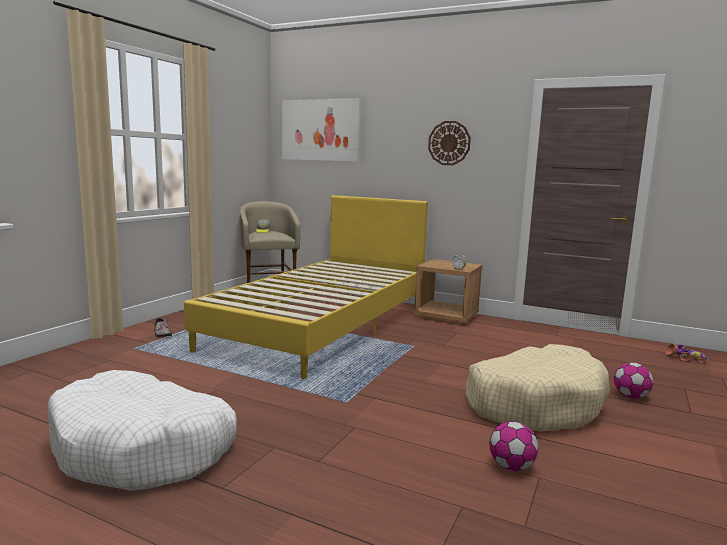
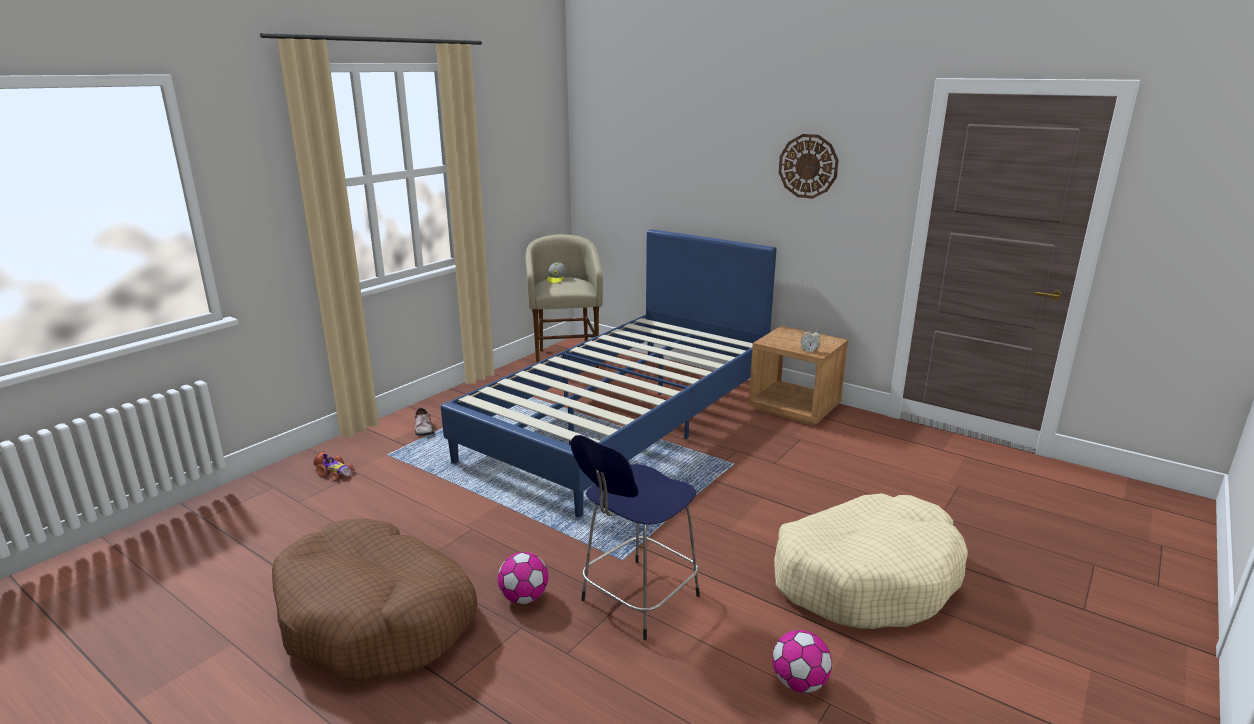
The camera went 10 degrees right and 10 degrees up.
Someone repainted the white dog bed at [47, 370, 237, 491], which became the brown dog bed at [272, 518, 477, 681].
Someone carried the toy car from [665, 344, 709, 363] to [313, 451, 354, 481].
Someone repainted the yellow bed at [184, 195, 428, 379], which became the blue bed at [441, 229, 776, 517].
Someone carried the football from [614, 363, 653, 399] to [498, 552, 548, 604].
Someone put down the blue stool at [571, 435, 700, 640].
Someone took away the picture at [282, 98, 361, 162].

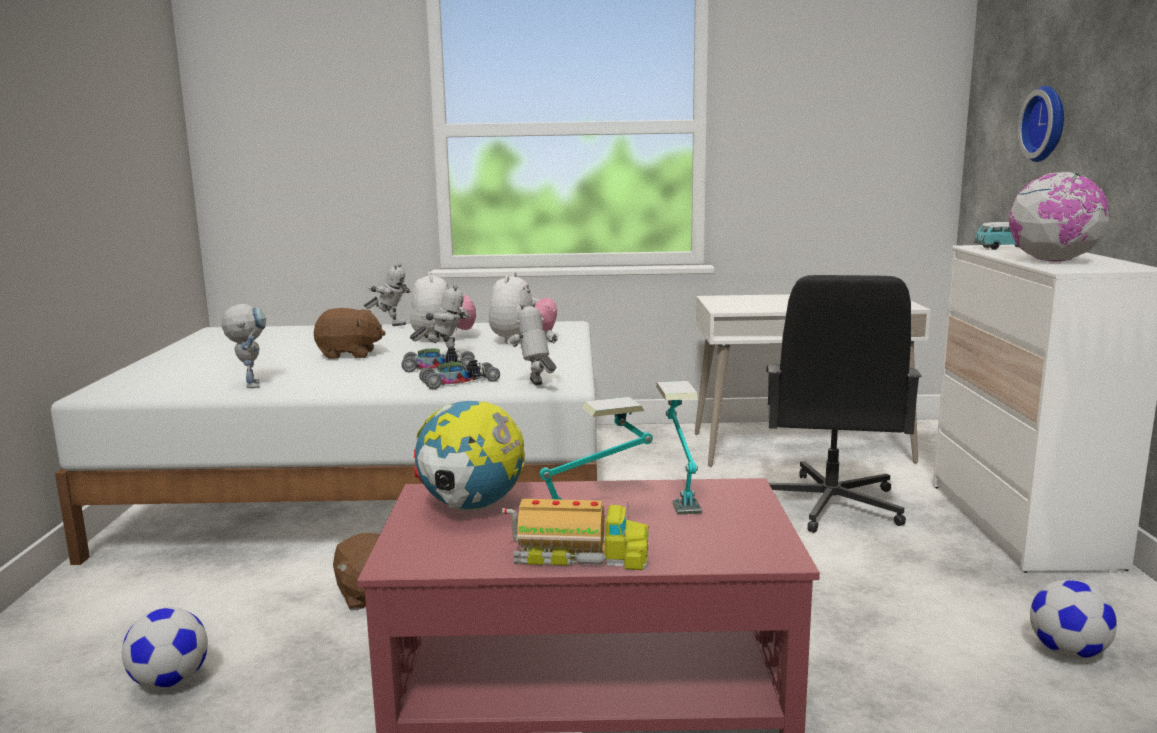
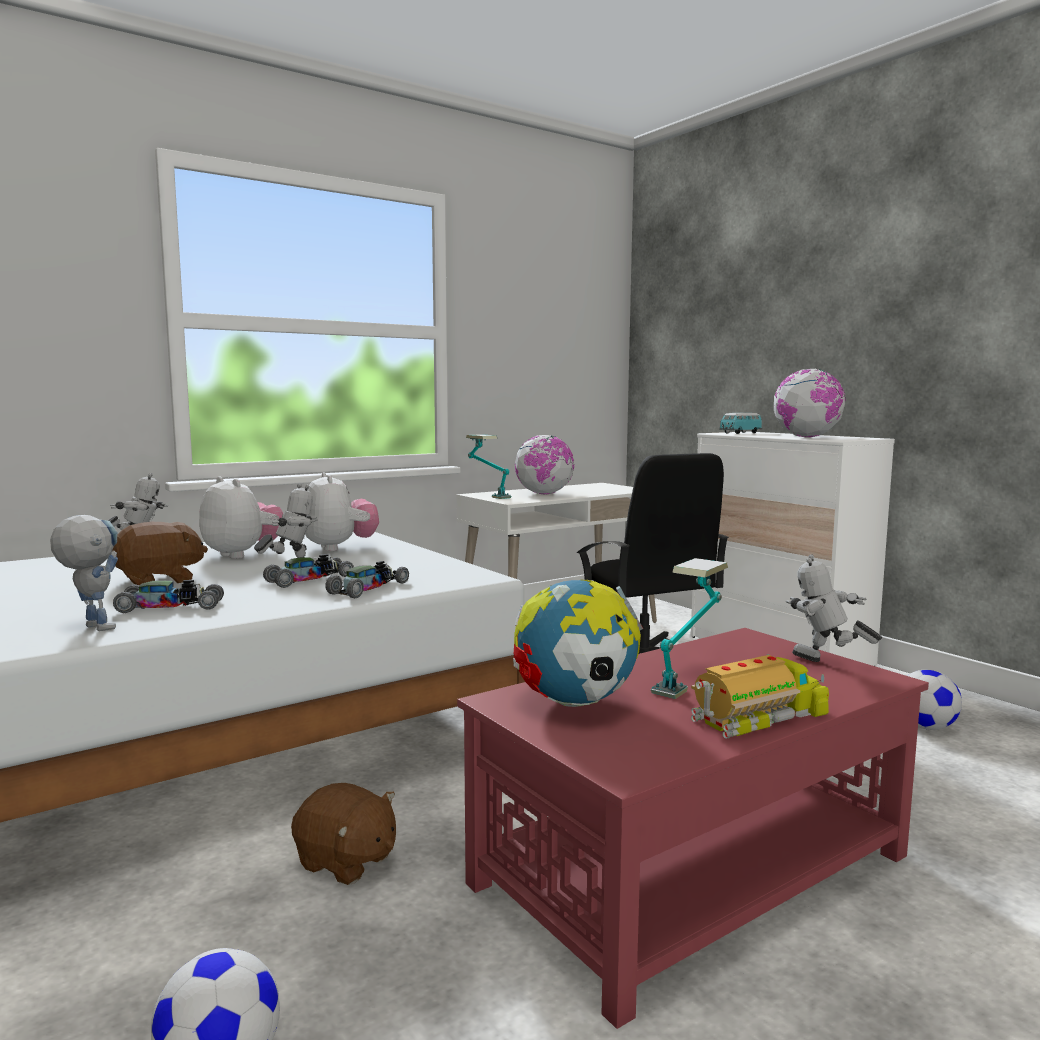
The camera went 35 degrees left and 5 degrees down.
Someone put down the toy car at [113, 580, 224, 613].
Someone carried the table lamp from [656, 381, 702, 515] to [466, 434, 511, 499].
Someone put down the globe at [515, 435, 574, 494].
Someone carried the toy robot from [507, 302, 558, 385] to [786, 554, 882, 662].
Someone took away the wall clock at [1018, 86, 1064, 162].

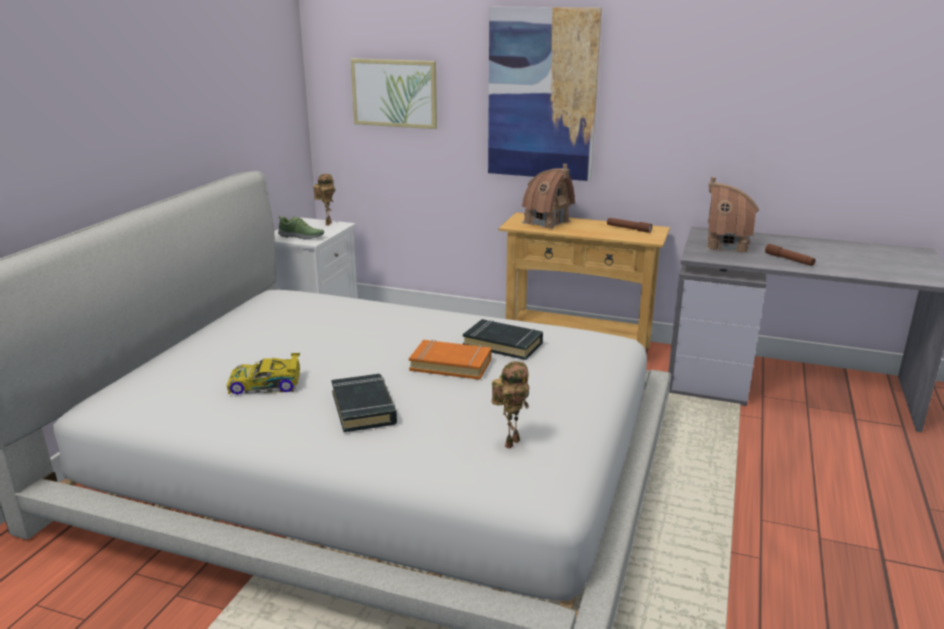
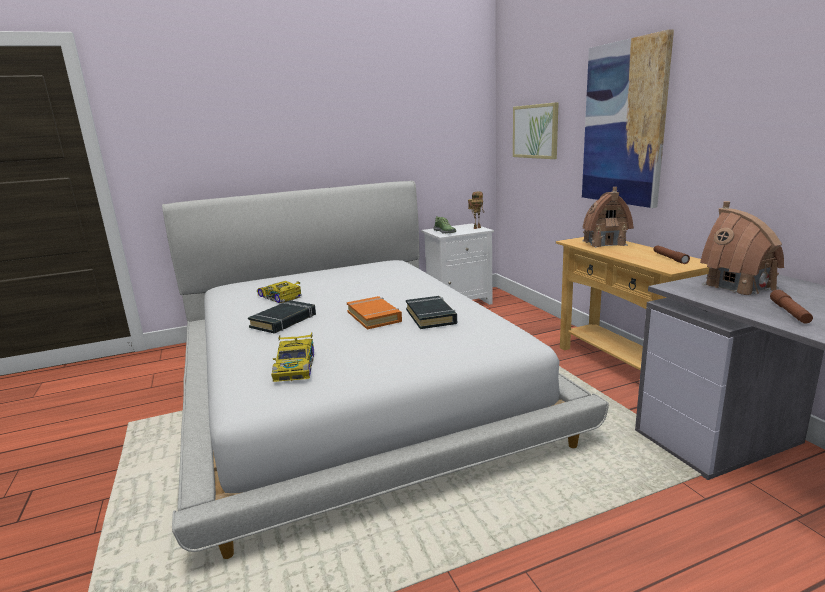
The camera went 50 degrees right and 5 degrees down.
Someone swapped the toy robot at [491, 361, 529, 449] for the toy car at [271, 332, 314, 382].

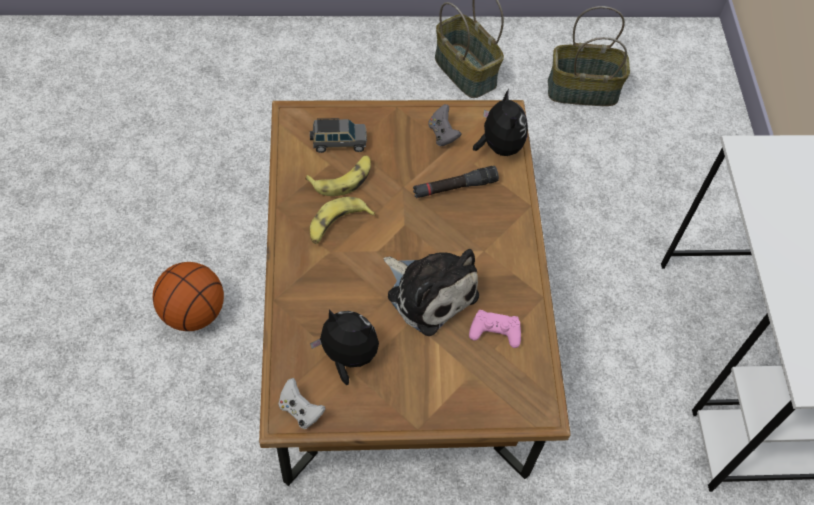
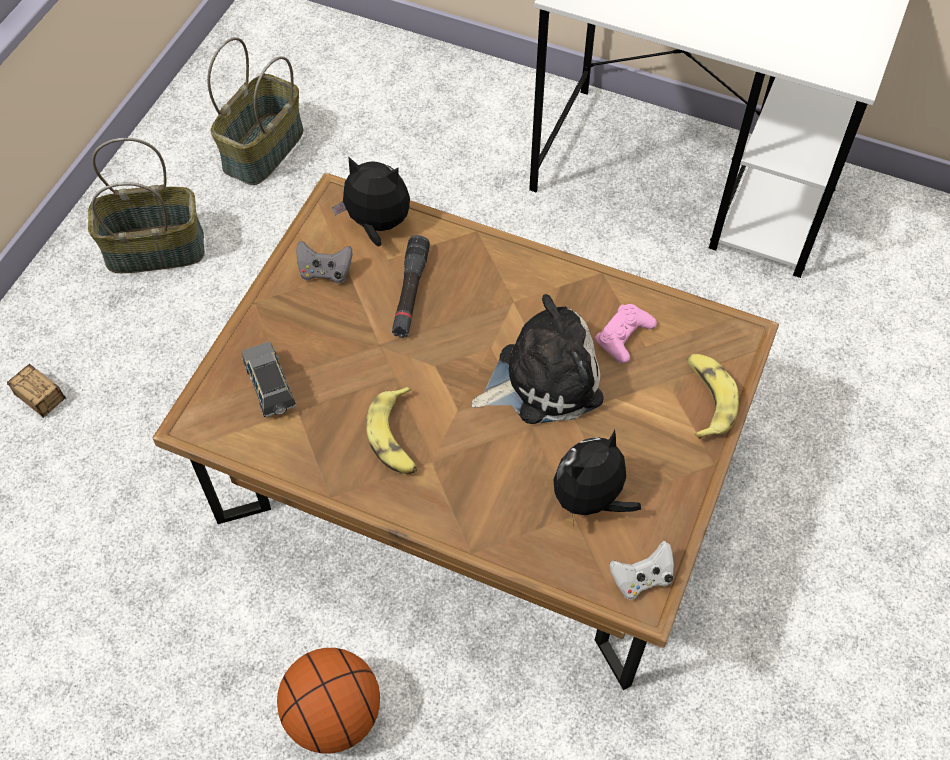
The camera went 60 degrees left and 0 degrees up.
Someone put down the storage box at [7, 363, 83, 418].
Someone rotated the grey toy car at [310, 118, 367, 153] by 45 degrees counterclockwise.
Someone carried the banana from [305, 155, 371, 196] to [686, 354, 739, 439].

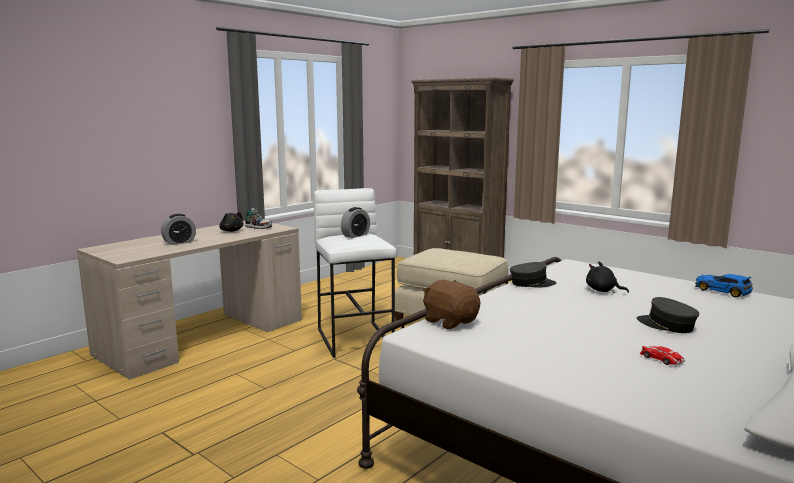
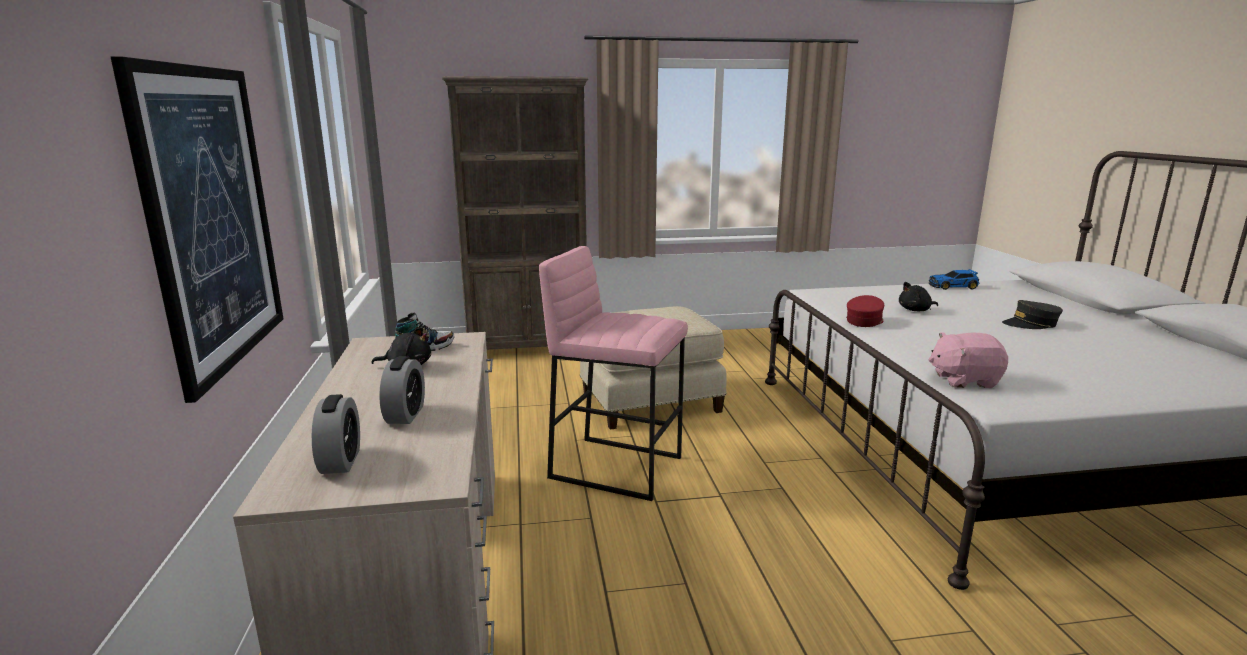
The camera went 50 degrees left and 5 degrees up.
Someone put up the picture at [111, 57, 283, 403].
Someone carried the alarm clock from [341, 207, 370, 238] to [312, 394, 360, 474].
Someone repainted the white stool at [314, 188, 397, 358], which became the pink stool at [539, 246, 688, 501].
Someone repainted the grey cap at [510, 262, 556, 288], which became the red cap at [846, 295, 884, 327].
Someone repainted the brown plush toy at [422, 280, 480, 329], which became the pink plush toy at [929, 332, 1008, 388].
Someone took away the toy car at [640, 346, 685, 366].

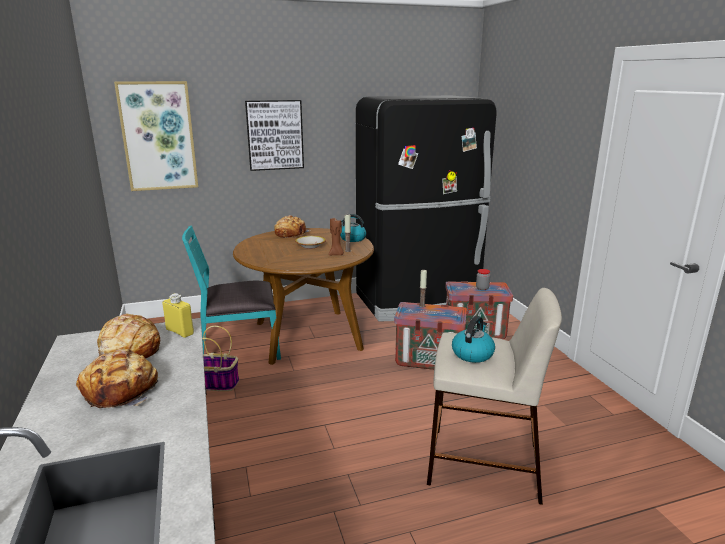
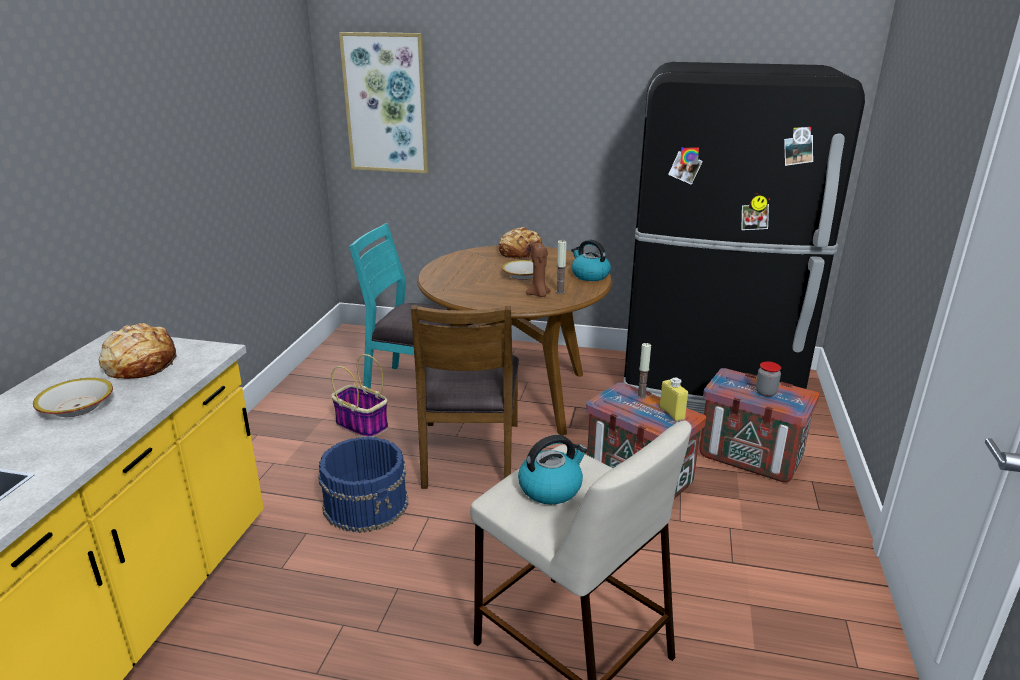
The camera went 30 degrees right and 5 degrees up.
Someone swapped the bread at [76, 349, 159, 408] for the bowl at [33, 378, 113, 417].
Someone put down the blue bucket at [318, 436, 408, 533].
Someone put down the brown chair at [411, 305, 519, 489].
Someone carried the yellow bottle from [162, 293, 194, 338] to [660, 377, 688, 421].
Someone took away the picture at [245, 100, 304, 171].

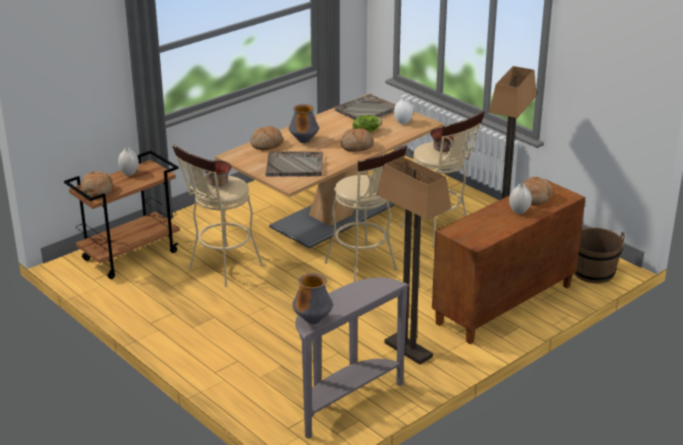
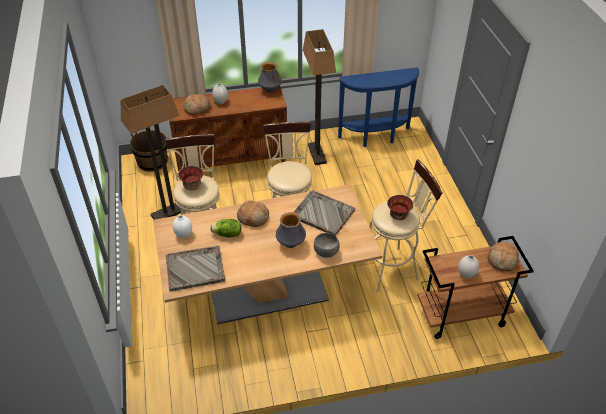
The camera went 150 degrees left and 15 degrees up.
Someone carried the vase from [292, 273, 333, 324] to [258, 62, 282, 93].
Someone swapped the bread at [251, 126, 284, 151] for the grey bowl at [314, 233, 340, 258].
Someone repainted the grey console table at [295, 277, 409, 439], which became the blue console table at [338, 68, 419, 147].

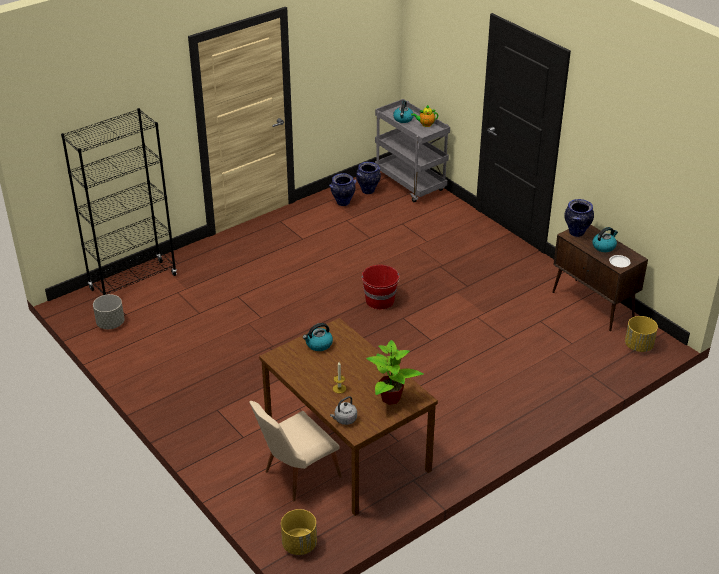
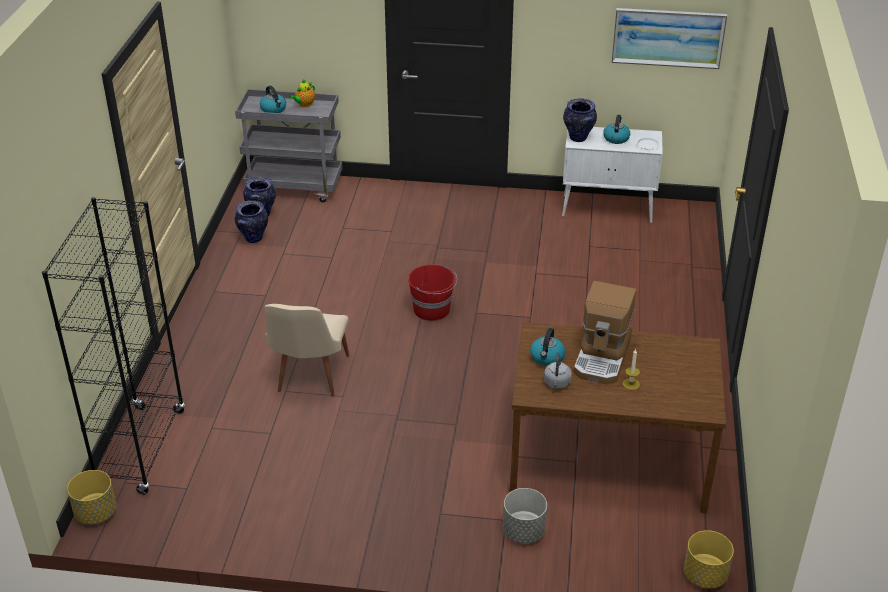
The camera went 45 degrees left and 0 degrees up.
Someone carried the yellow planter from [625, 316, 658, 352] to [67, 470, 116, 524].
Someone carried the beige chair from [250, 401, 342, 502] to [265, 304, 349, 397].
Someone carried the grey planter from [93, 294, 124, 329] to [503, 488, 547, 543].
Someone carried the grey kettle from [330, 396, 357, 425] to [544, 353, 572, 389].
Someone repainted the brown cabinet at [552, 225, 648, 331], which became the white cabinet at [562, 127, 663, 223].
Someone put down the coffee machine at [573, 281, 636, 384].
Someone put up the picture at [611, 8, 727, 69].
Someone took away the potted plant at [366, 340, 423, 405].

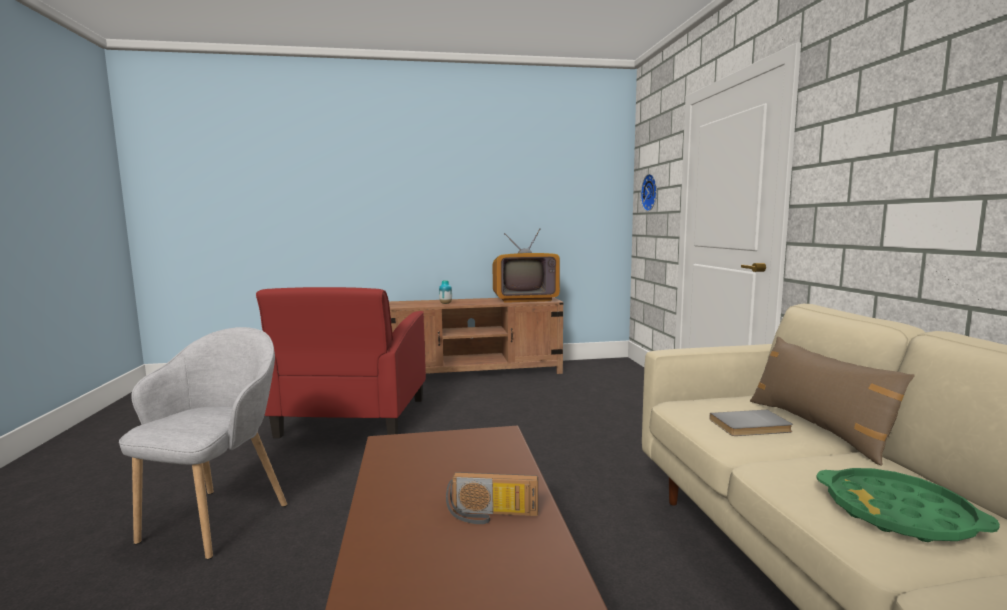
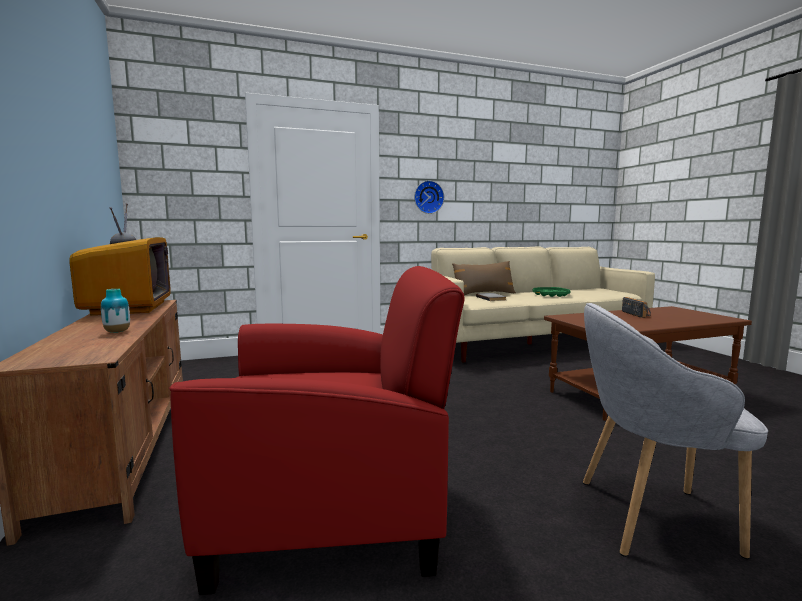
The camera went 100 degrees left and 0 degrees up.
Someone carried the wall clock from [641, 174, 657, 211] to [414, 181, 444, 214].

